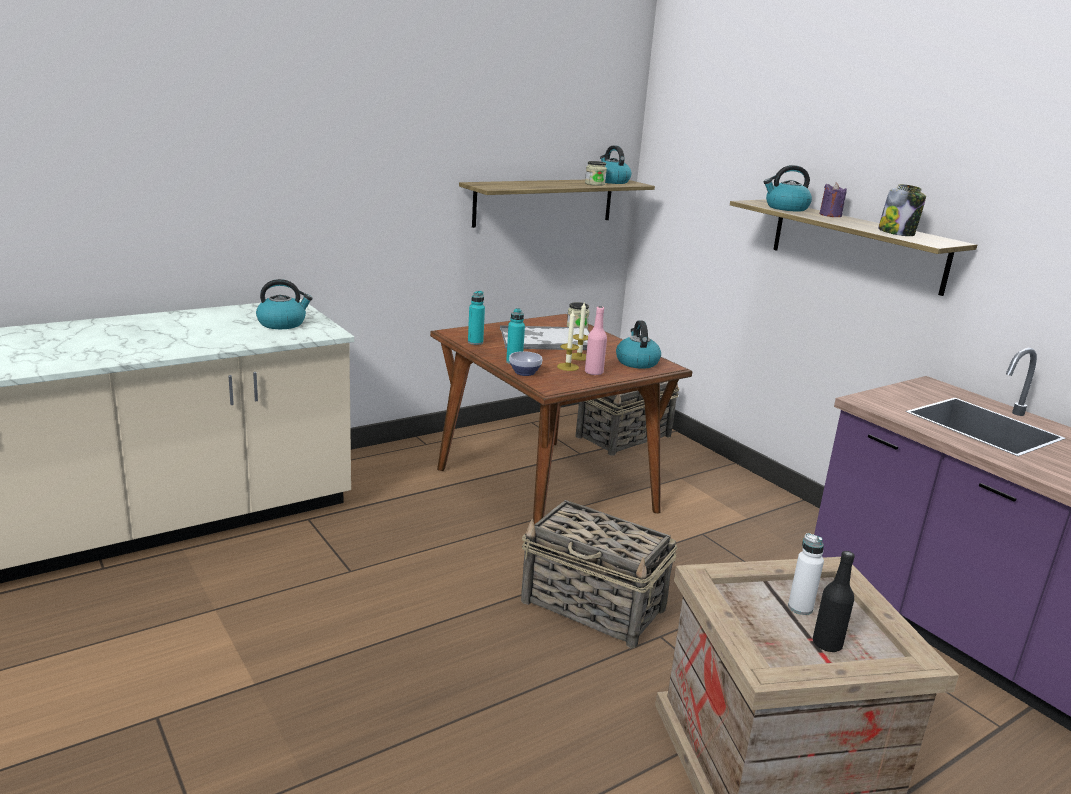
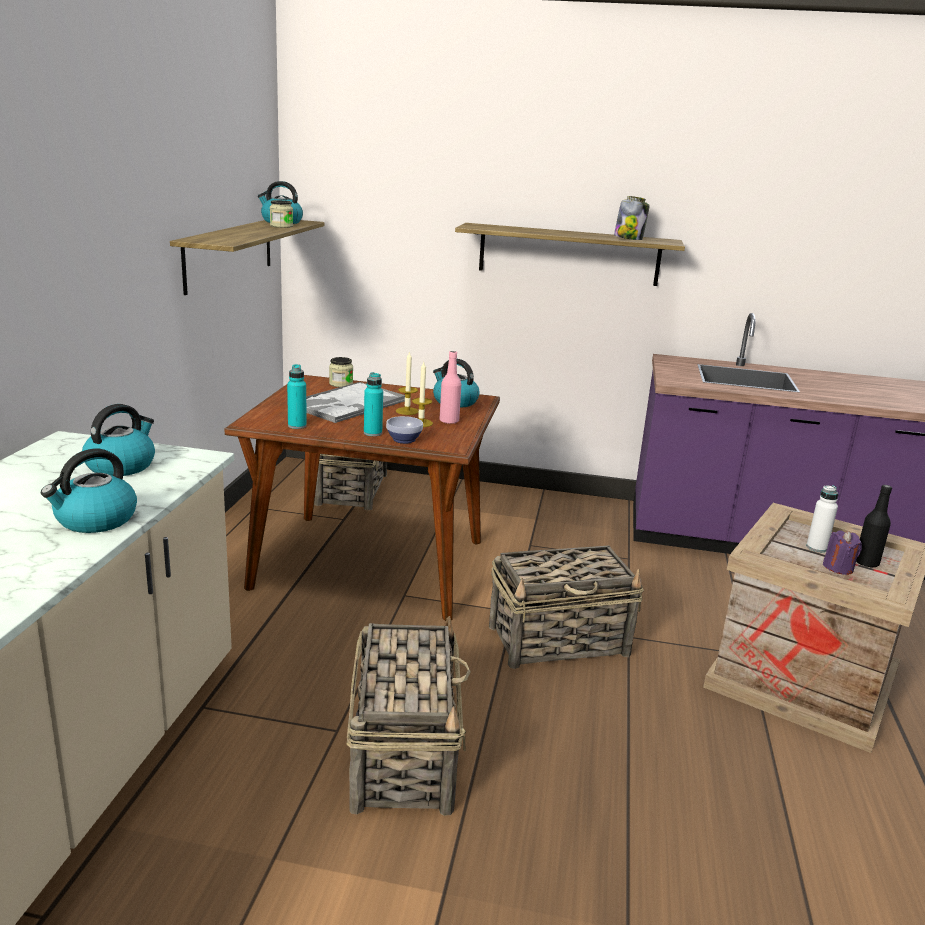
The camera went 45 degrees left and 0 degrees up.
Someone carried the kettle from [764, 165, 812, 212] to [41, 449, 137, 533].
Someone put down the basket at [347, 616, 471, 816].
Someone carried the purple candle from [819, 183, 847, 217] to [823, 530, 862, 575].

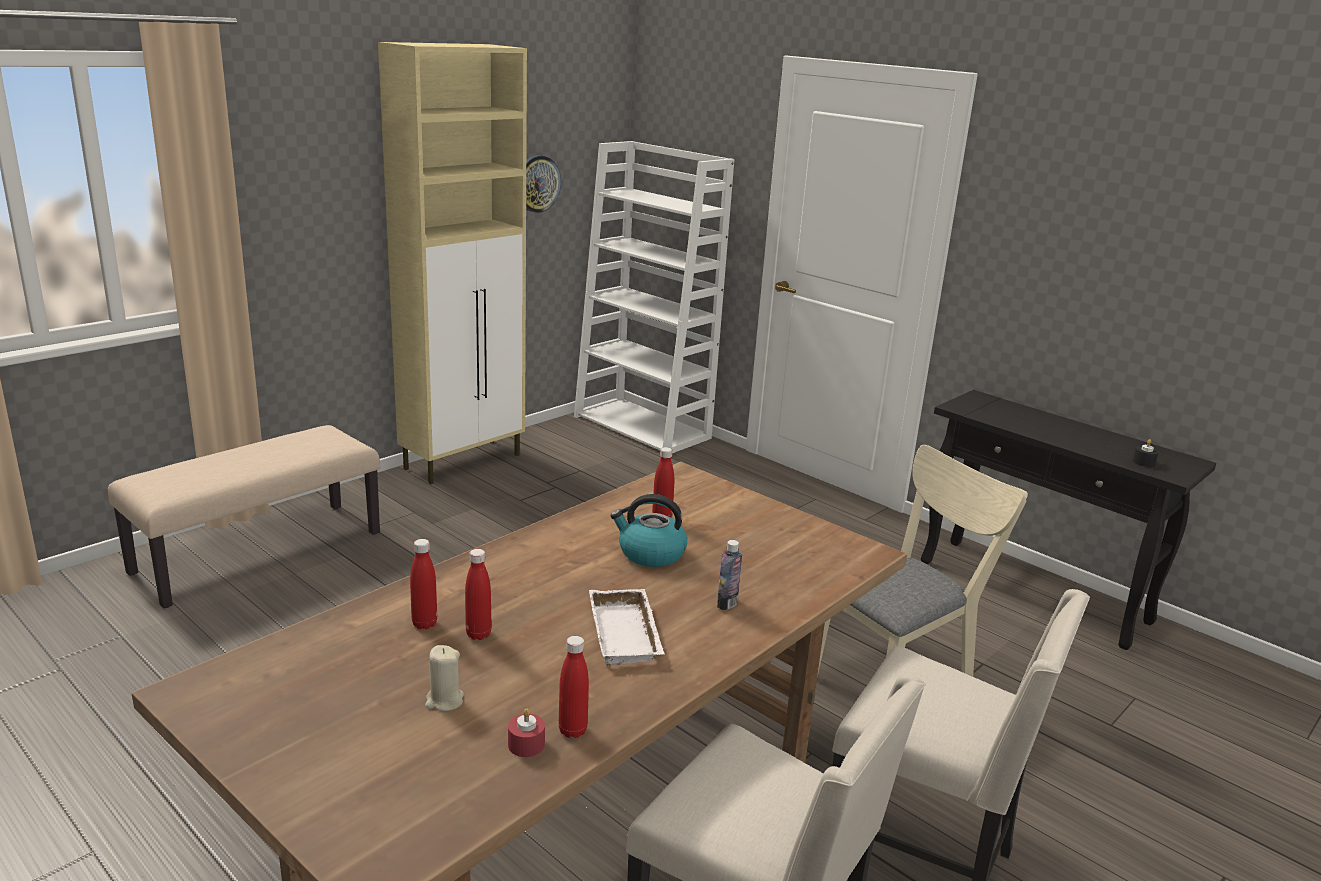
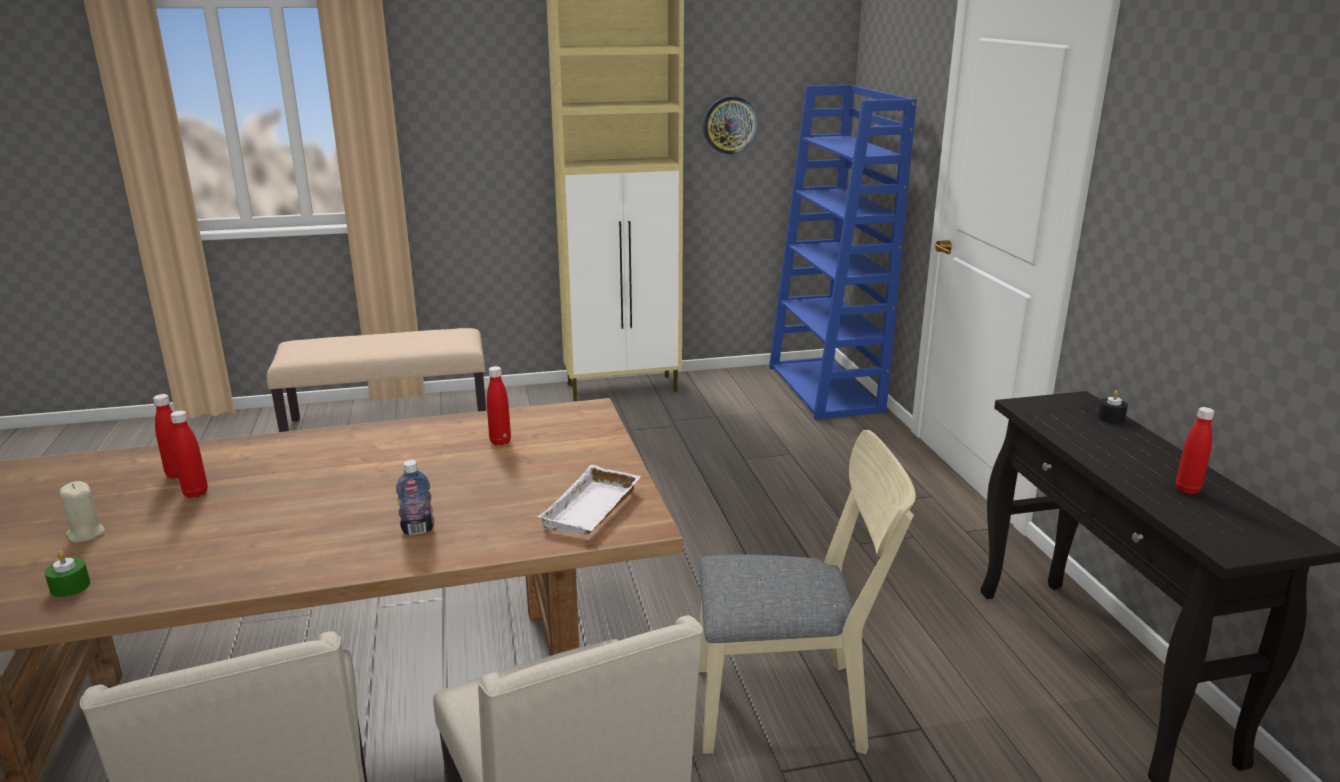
The camera went 35 degrees right and 0 degrees up.
Someone repainted the red candle at [508, 709, 545, 757], which became the green candle at [44, 551, 90, 597].
Someone carried the white tray from [589, 589, 665, 666] to [537, 465, 641, 536].
Someone repainted the white bookcase at [574, 141, 734, 453], which became the blue bookcase at [769, 85, 917, 420].
Someone carried the black candle from [1133, 439, 1159, 467] to [1098, 390, 1128, 423].
Someone carried the red bottle from [559, 636, 589, 738] to [1176, 407, 1215, 495].
Someone took away the kettle at [611, 494, 687, 567].

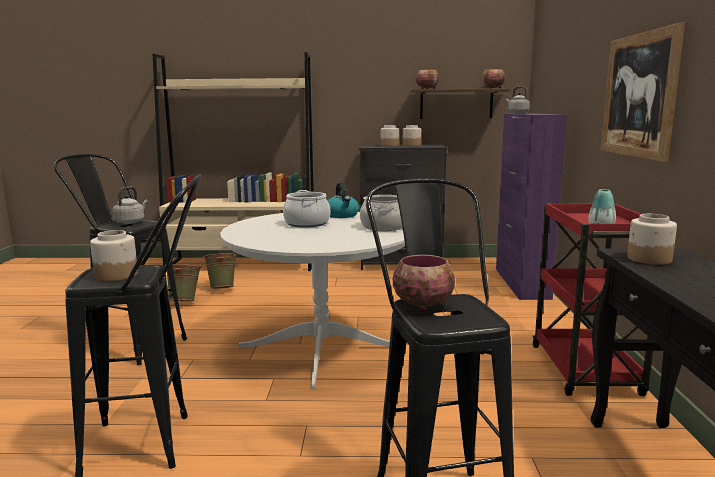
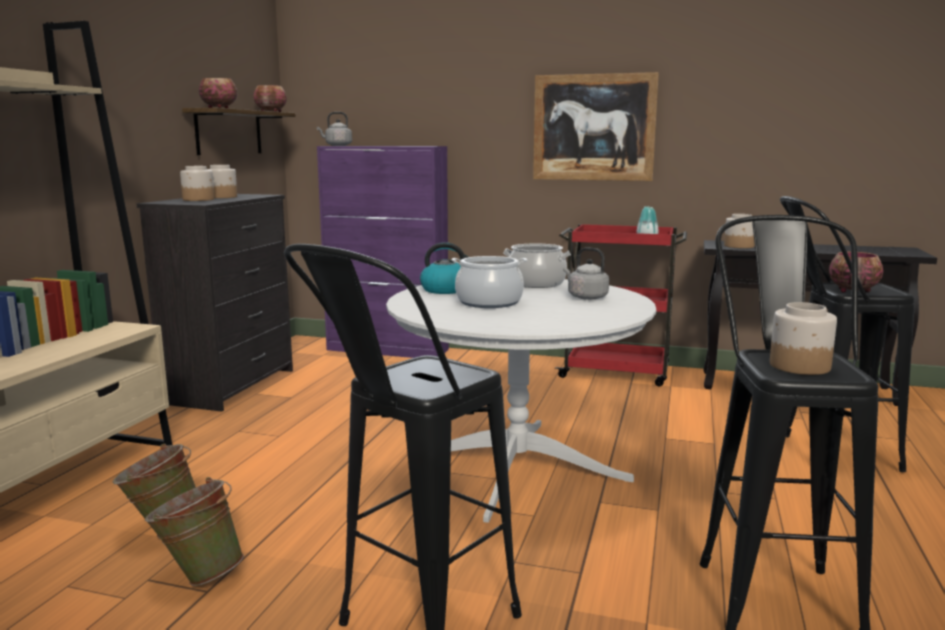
The camera went 75 degrees left and 0 degrees up.
Someone carried the grey kettle from [112, 187, 148, 224] to [563, 248, 609, 300].

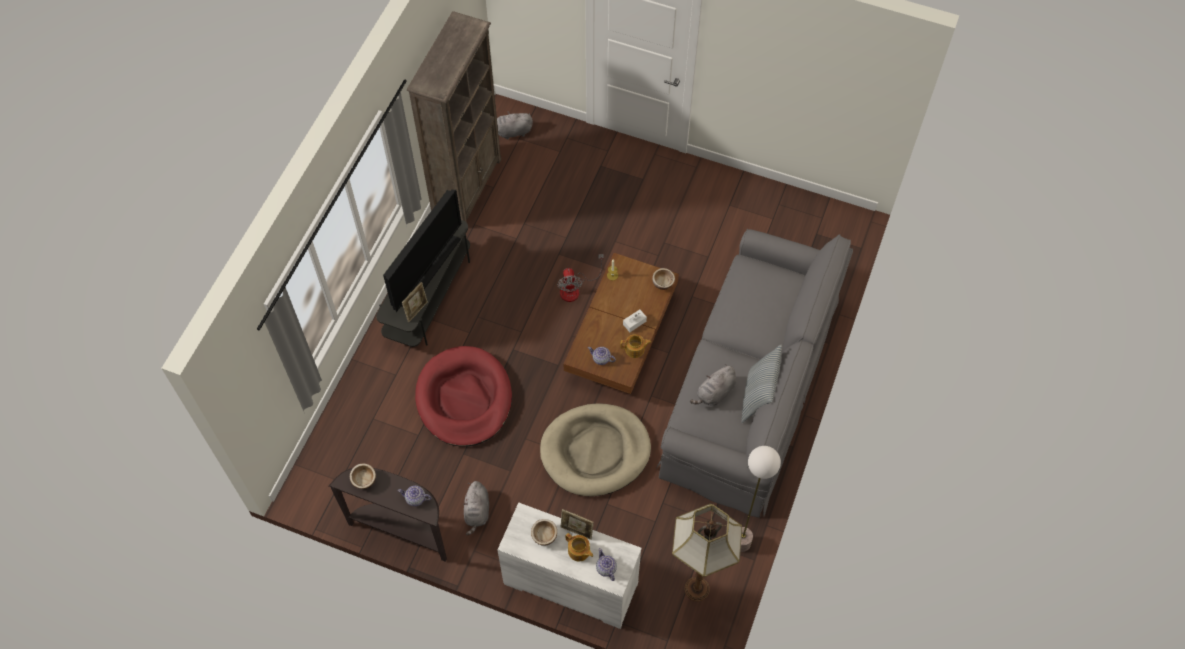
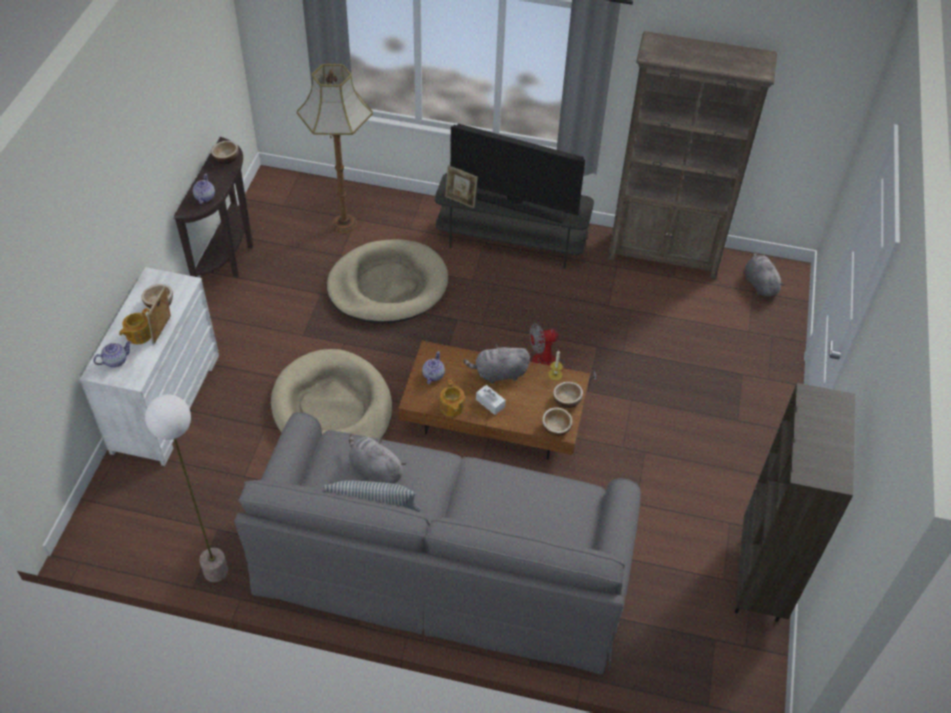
The camera went 80 degrees right and 10 degrees down.
Someone carried the floor lamp from [672, 504, 742, 601] to [297, 64, 373, 233].
Someone repainted the red dog bed at [415, 346, 512, 447], which became the beige dog bed at [327, 239, 448, 324].
Someone carried the grey plush toy from [463, 481, 489, 535] to [464, 344, 530, 384].
Someone put down the bowl at [553, 382, 583, 408].
Someone put down the brown bookcase at [735, 383, 855, 622].

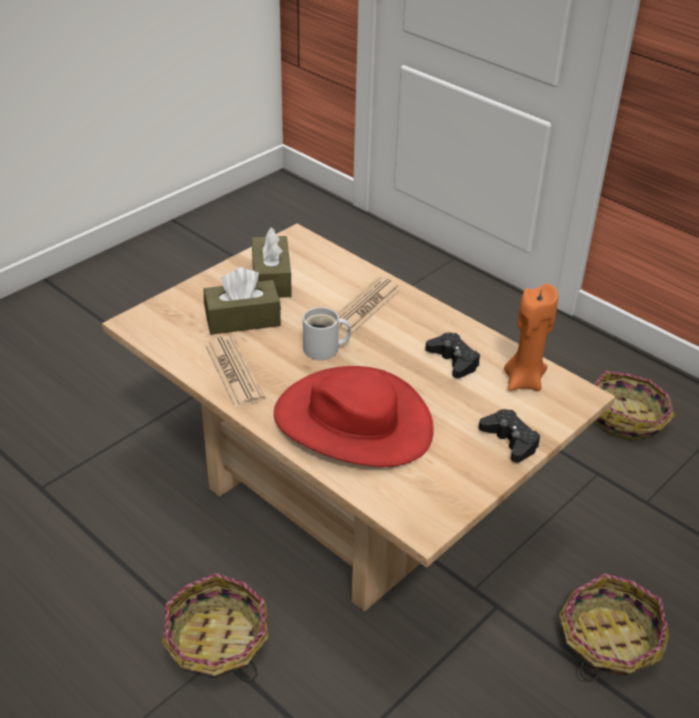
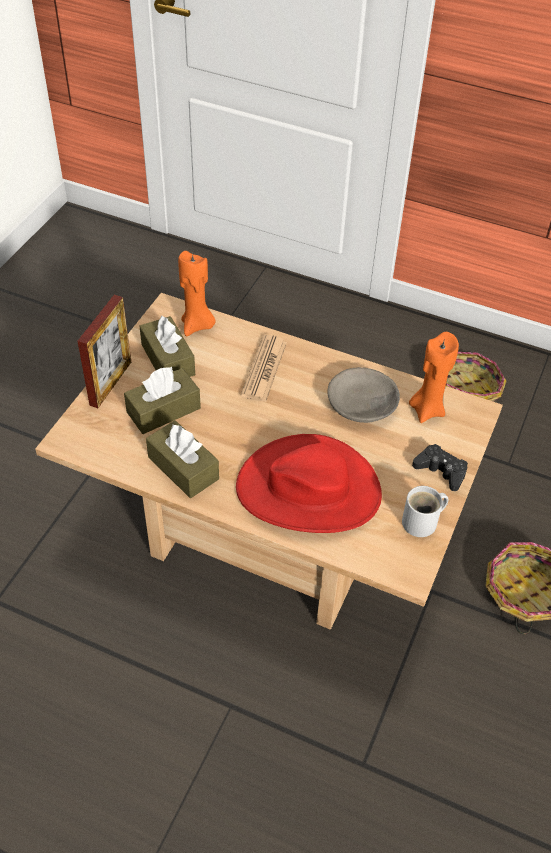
The camera went 20 degrees left and 10 degrees up.
Someone put down the picture frame at [78, 295, 131, 408].
Someone swapped the newspaper at [205, 335, 265, 408] for the brown tissue box at [146, 420, 219, 498].
Someone put down the orange candle at [178, 251, 215, 336].
Someone swapped the black game controller at [425, 333, 480, 378] for the grey bowl at [327, 367, 400, 423].
Someone carried the white mug from [303, 307, 352, 360] to [402, 486, 449, 537].
Someone took away the basket at [162, 573, 268, 682].

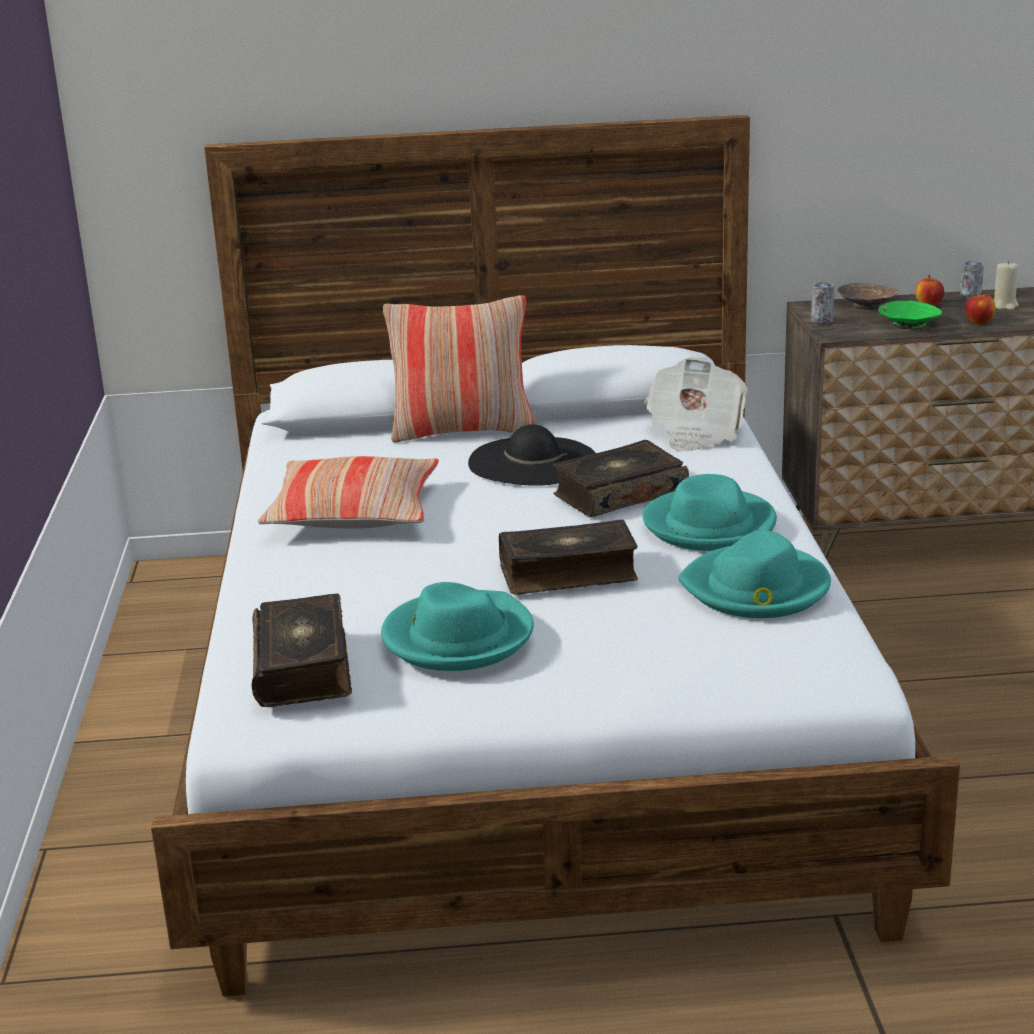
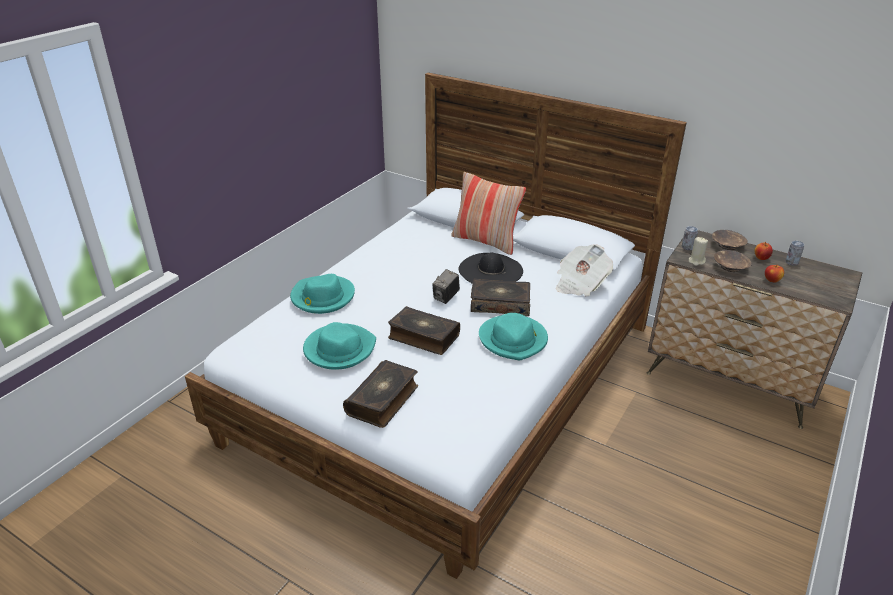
The camera went 35 degrees right and 10 degrees up.
Someone carried the turquoise hat from [678, 530, 831, 618] to [290, 274, 355, 314].
Someone carried the book from [252, 594, 352, 707] to [343, 360, 418, 428].
Someone put down the photo camera at [432, 269, 460, 304].
Someone carried the beige candle from [994, 260, 1019, 310] to [689, 237, 708, 266].
Someone repainted the green bowl at [879, 301, 942, 330], which became the brown bowl at [714, 250, 752, 272].
Someone took away the pillow at [258, 456, 439, 528].

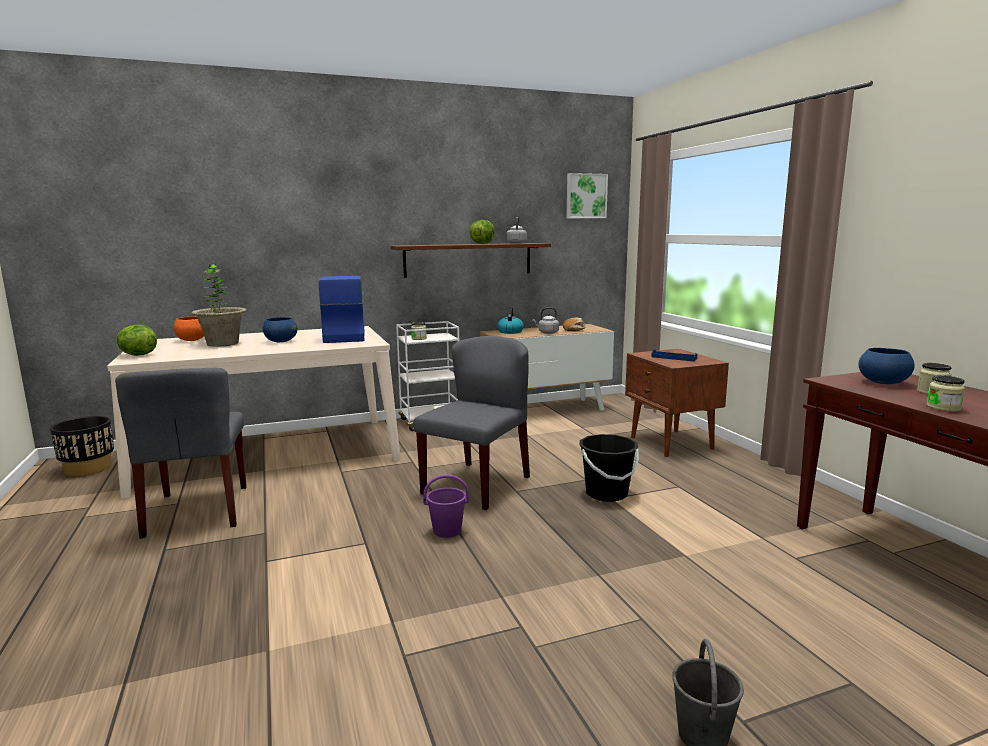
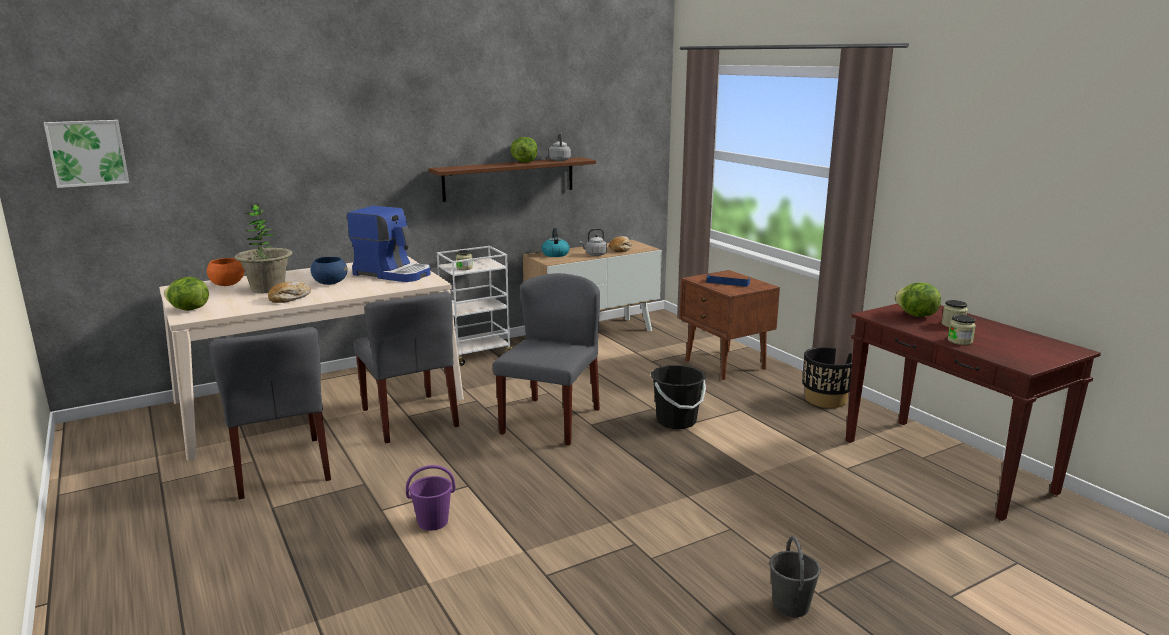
The camera went 10 degrees left and 5 degrees up.
Someone carried the picture from [567, 173, 608, 218] to [44, 120, 129, 188].
Someone put down the bread at [268, 281, 311, 303].
Someone rotated the coffee machine at [318, 276, 365, 343] by 135 degrees clockwise.
Someone put down the grey chair at [353, 292, 459, 443].
Someone carried the purple bucket from [423, 475, 469, 538] to [406, 465, 456, 531].
Someone carried the black planter from [50, 416, 114, 476] to [803, 347, 852, 408].
Someone swapped the blue bowl at [858, 348, 915, 384] for the lettuce at [894, 282, 941, 317].

